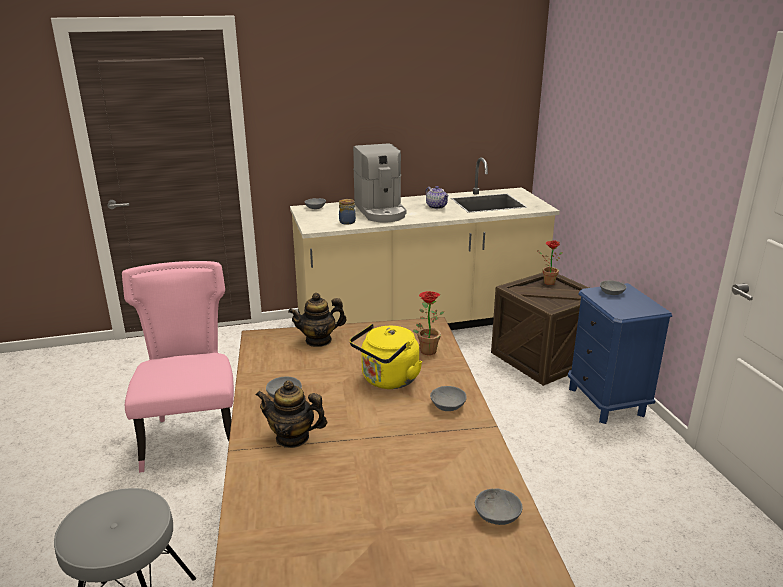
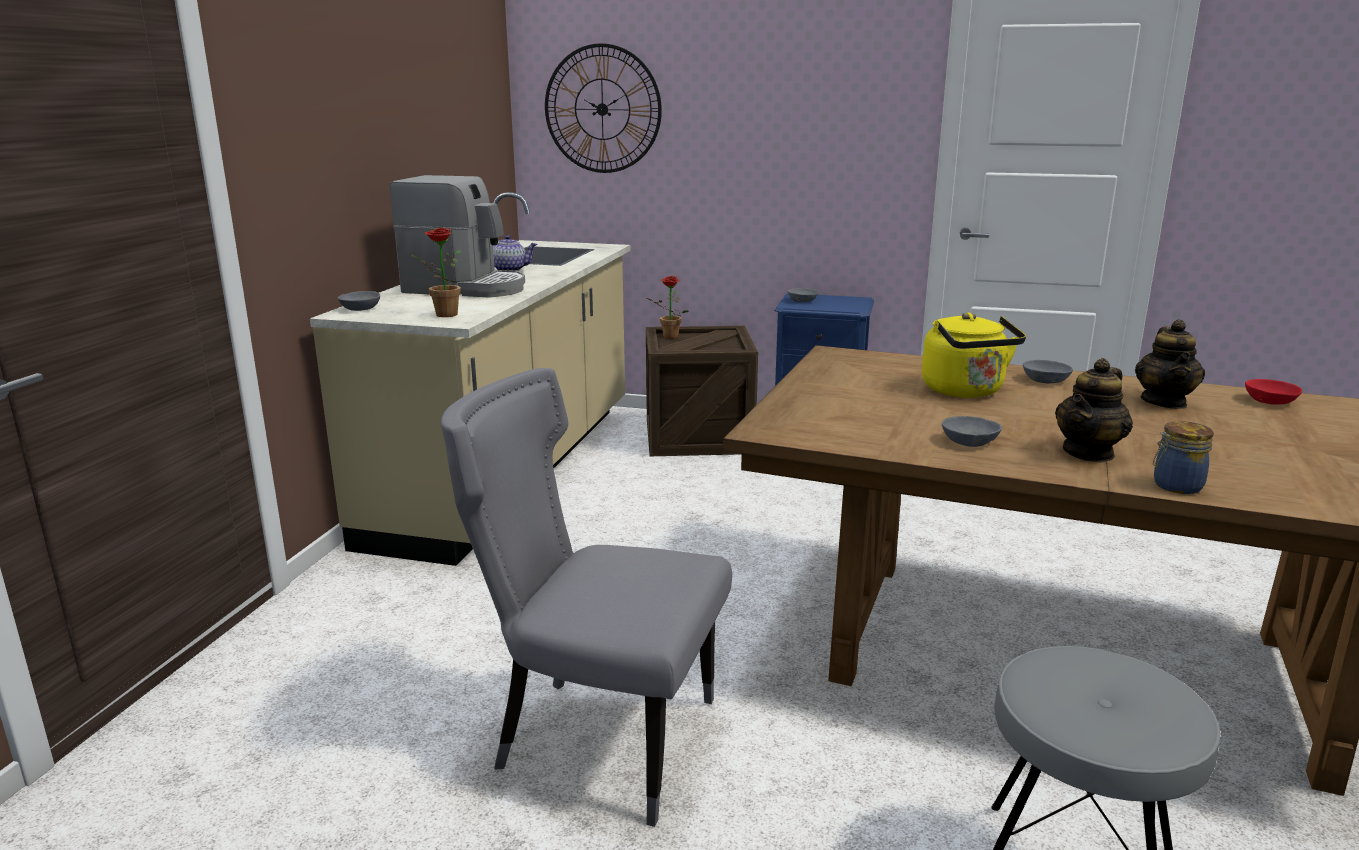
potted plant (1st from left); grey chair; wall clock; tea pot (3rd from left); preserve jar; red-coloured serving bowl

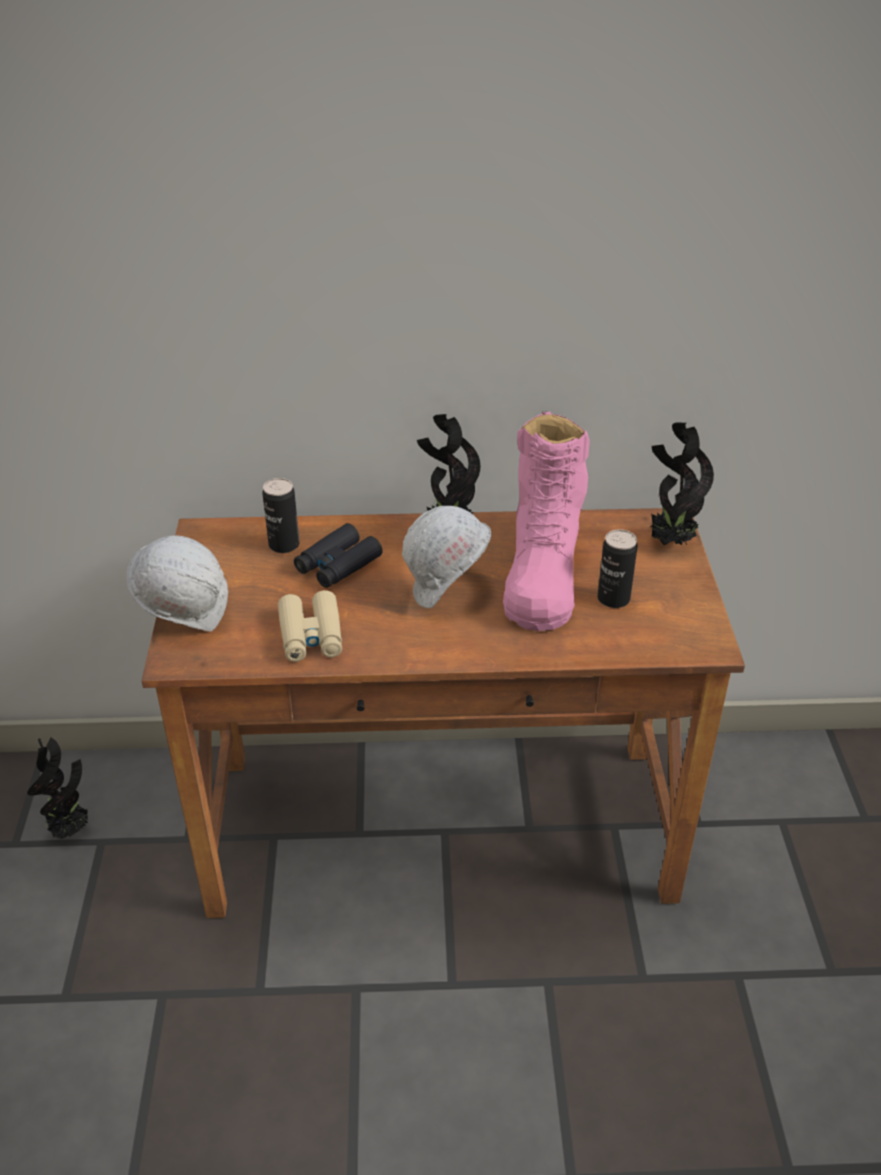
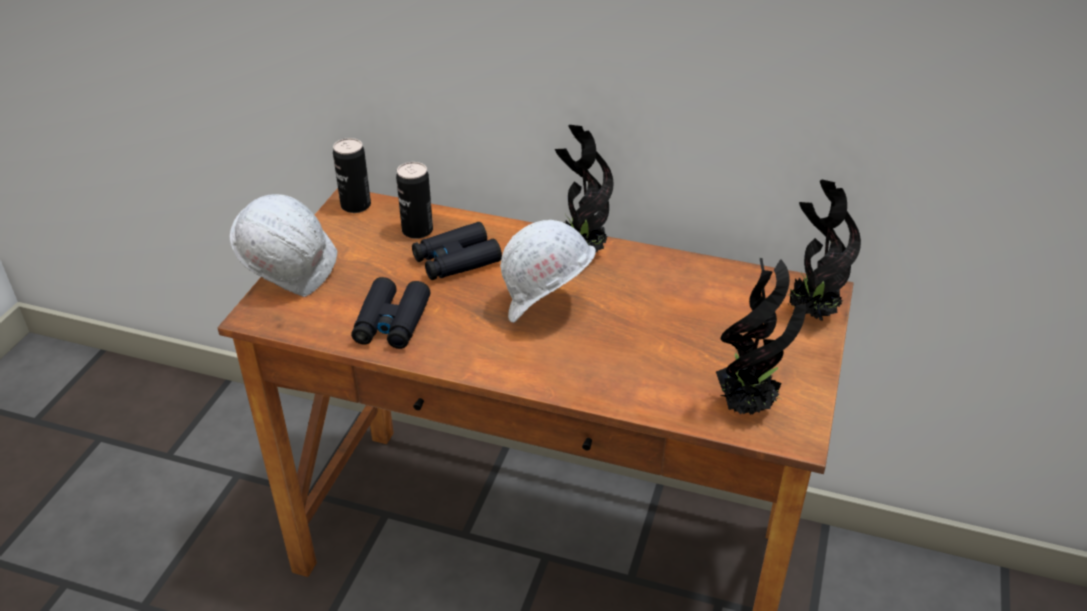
sealed can (1st from left); blackish field glasses (1st from left); potted plant (2nd from left); pink high-top boot

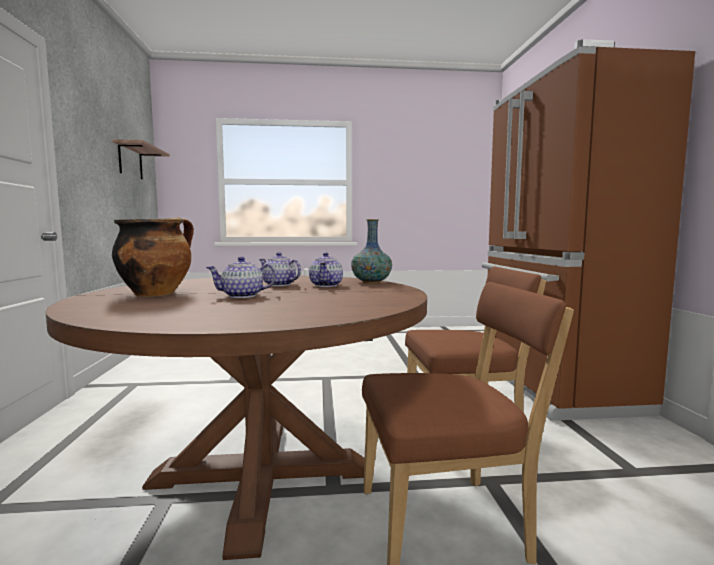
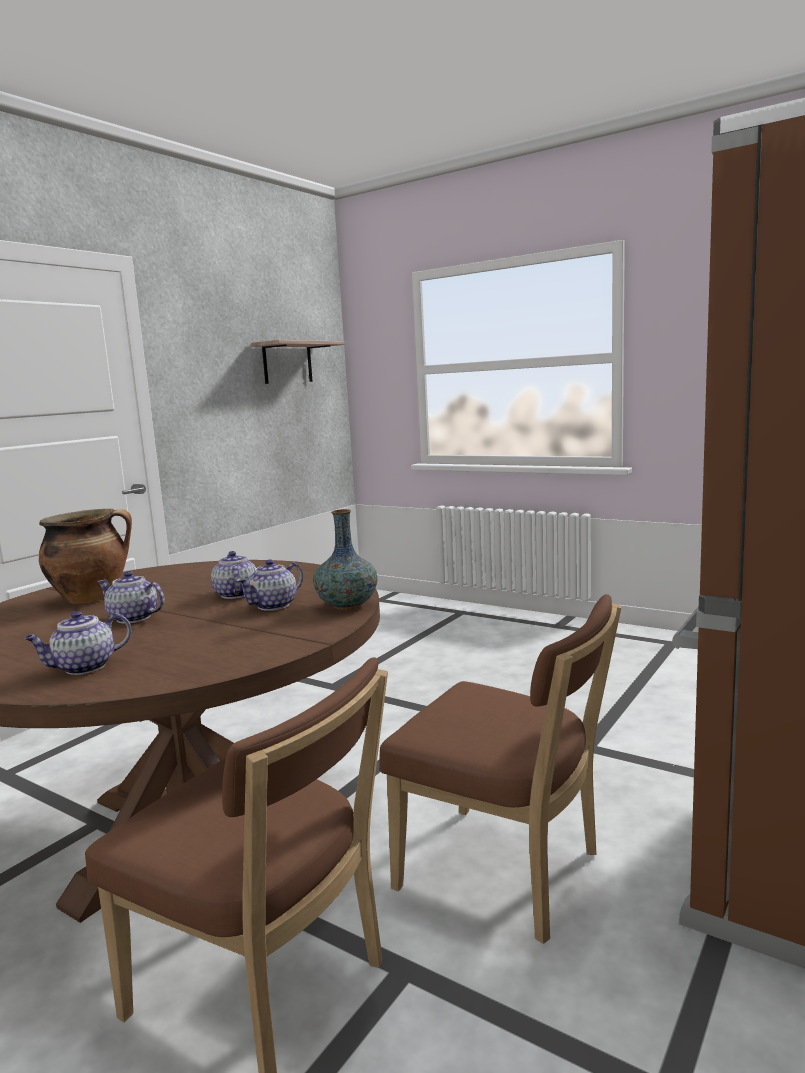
tea pot (1st from left)

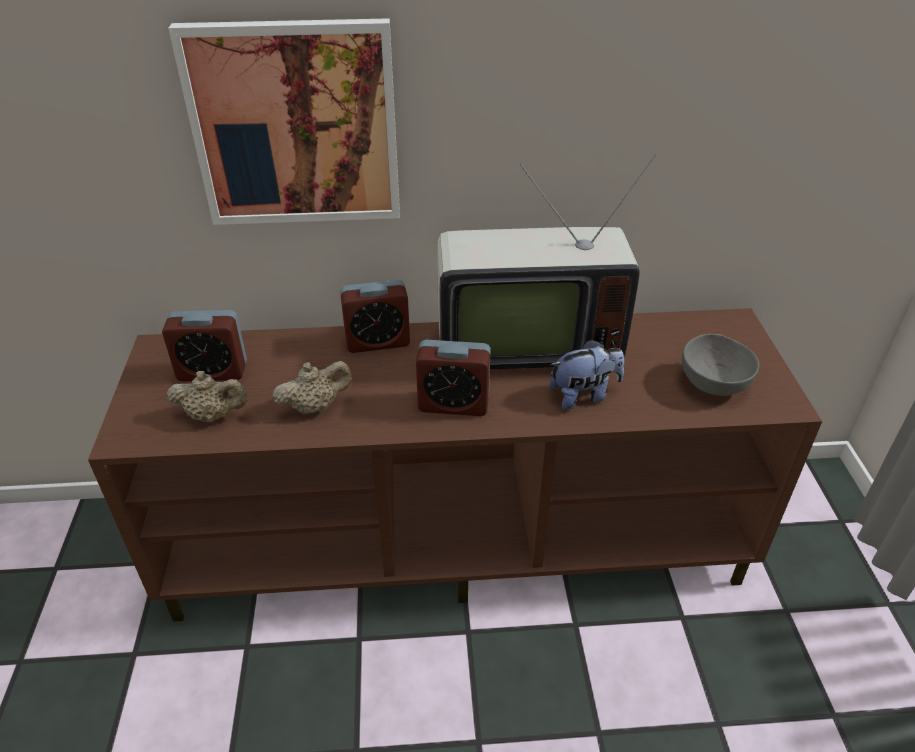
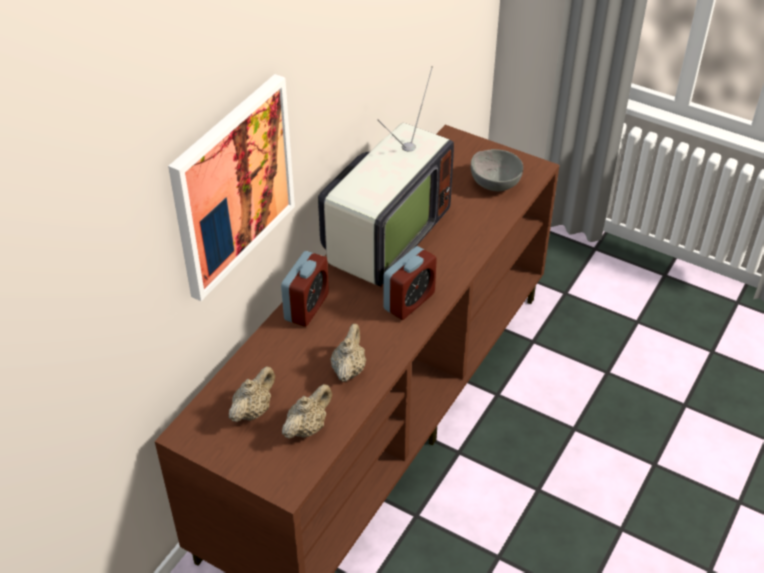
beige tea pot (1st from left); cuddly toy

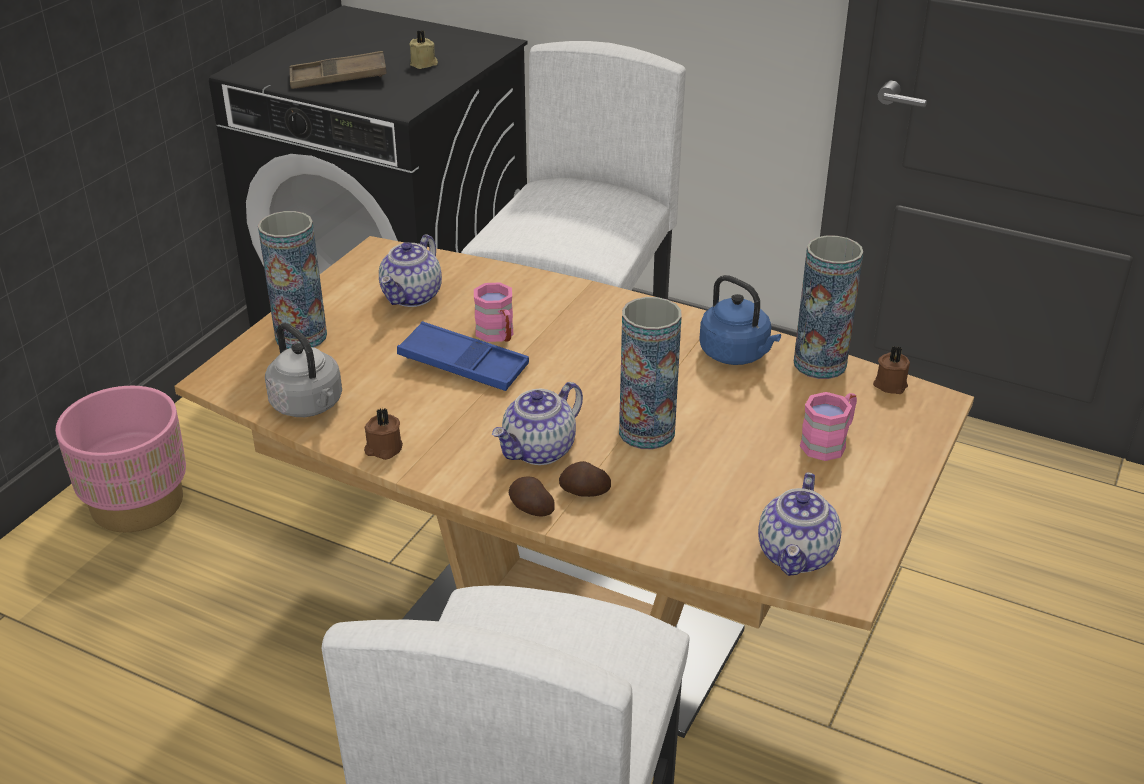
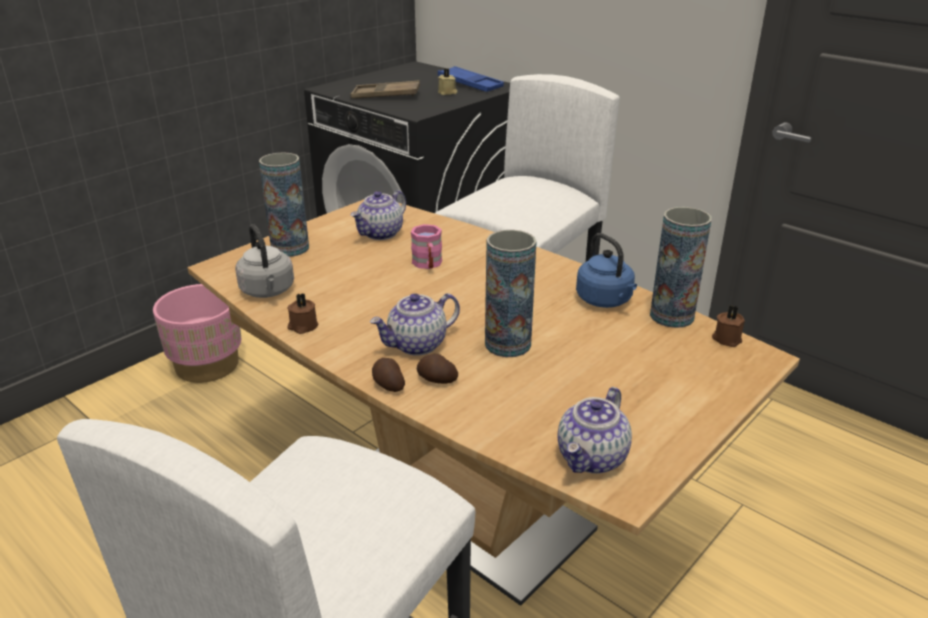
bluish tray; pink mug (2nd from left in the first image)

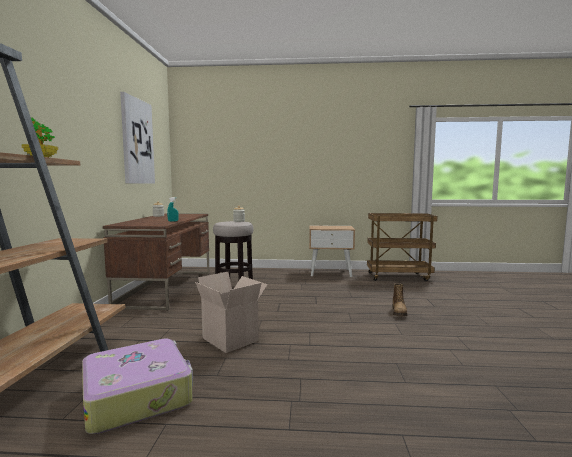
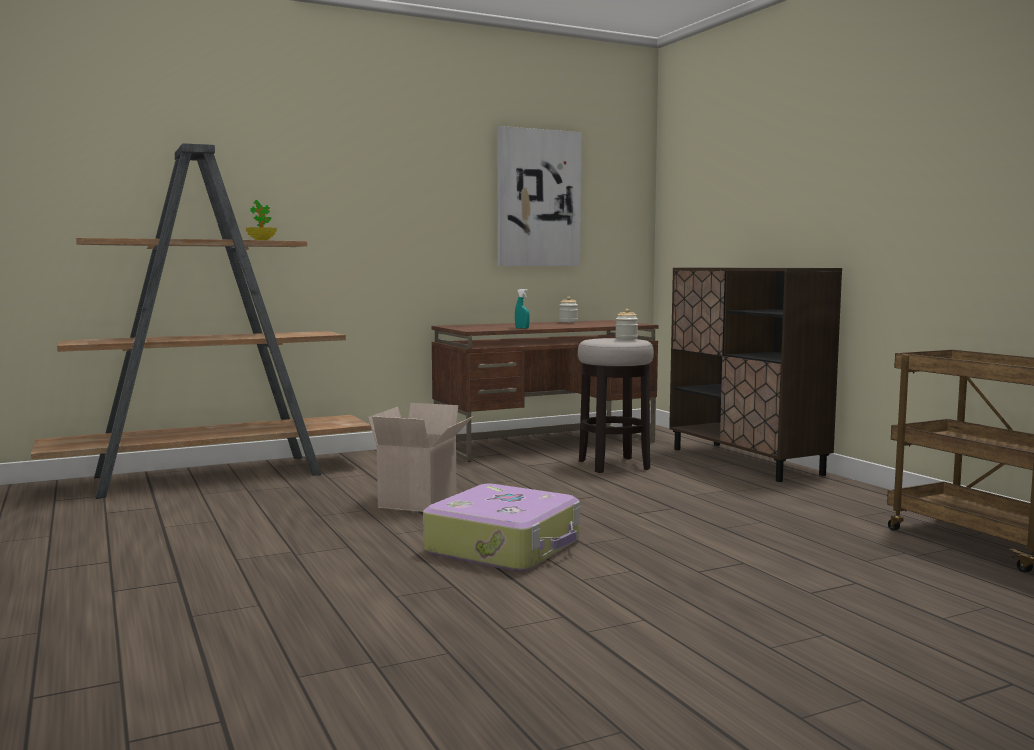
piece of luggage; brown-coloured storage cabinet; beige night table; high-top boot

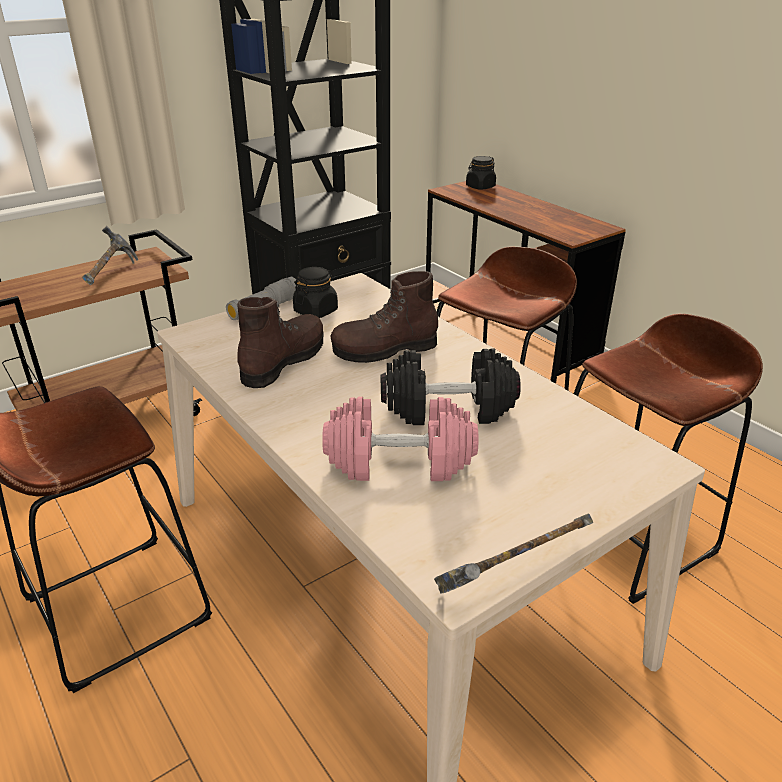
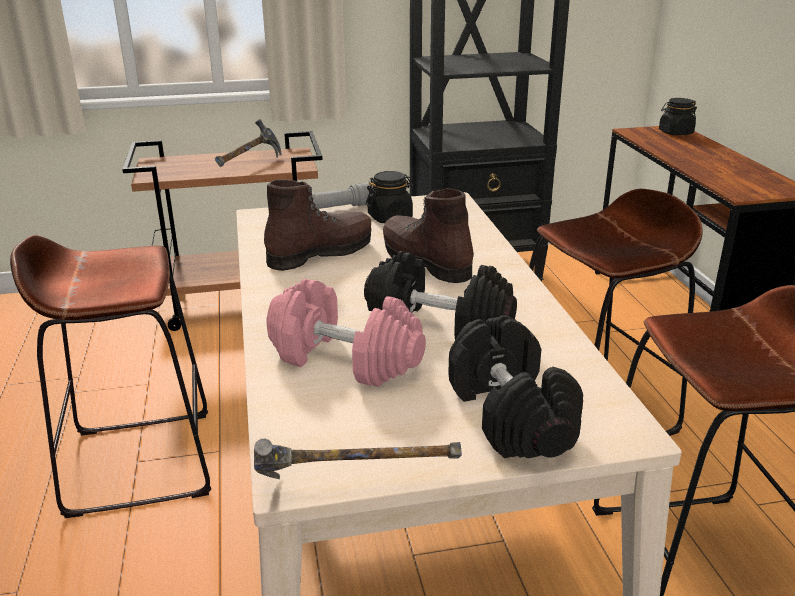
brown-coloured high-top boot (2nd from left); blackish dumbbell (2nd from left)

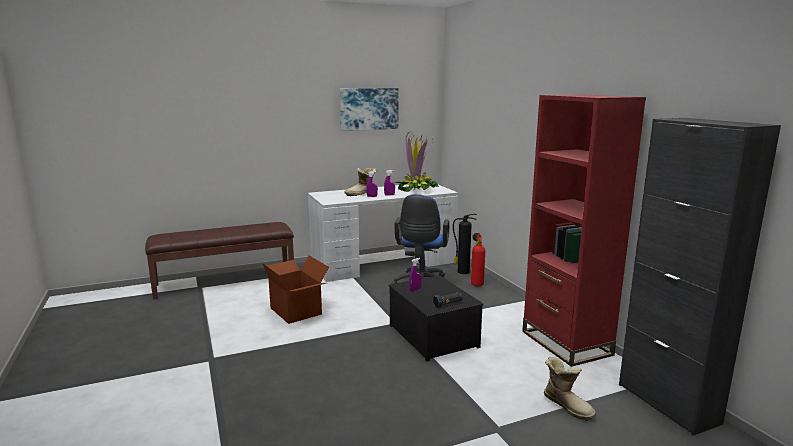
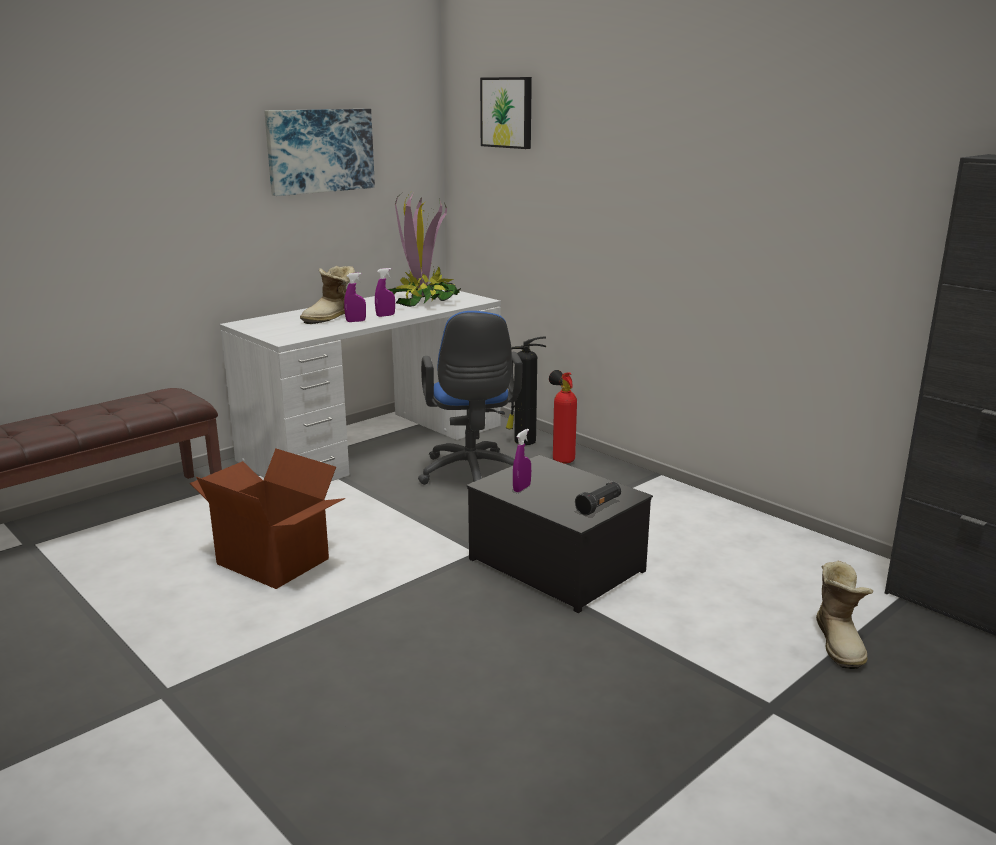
wall art (2nd from left); high-top boot (2nd from left); red-coloured bookcase

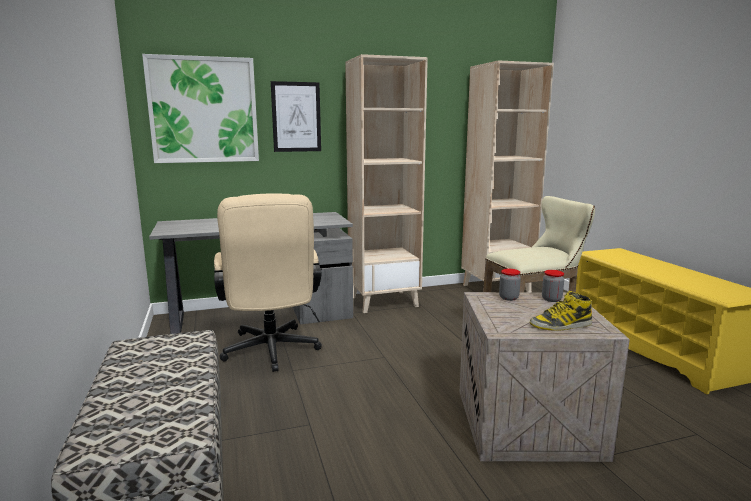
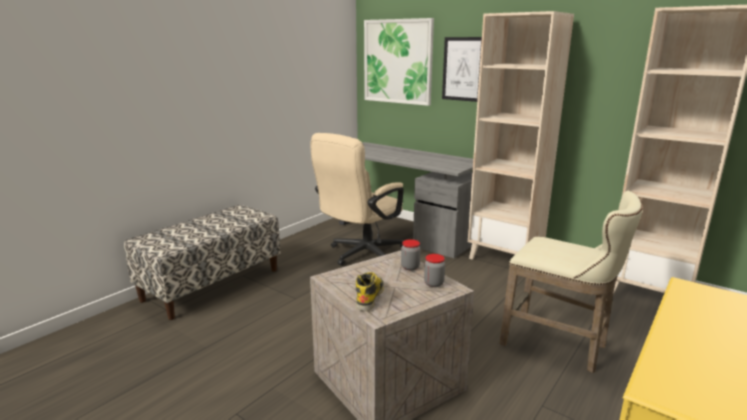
high-top boot

